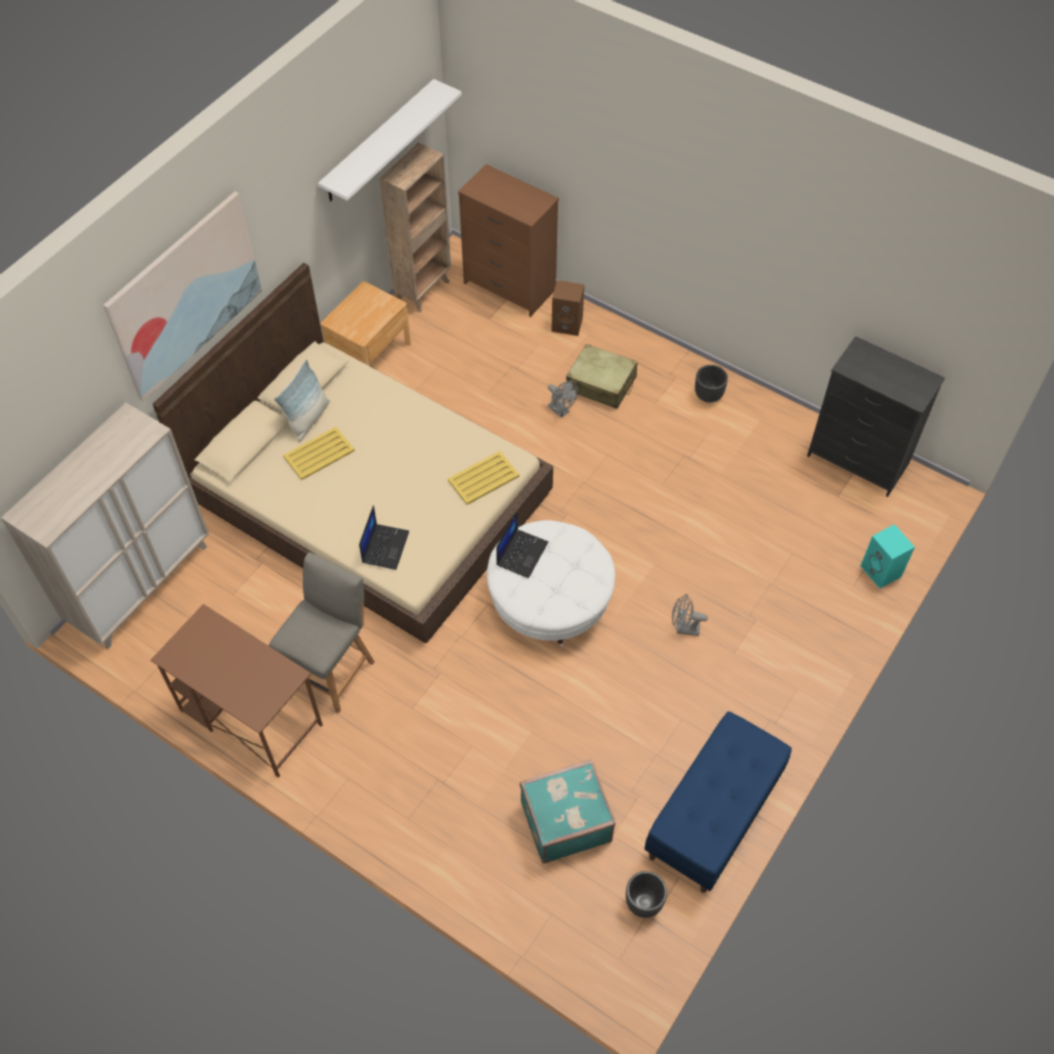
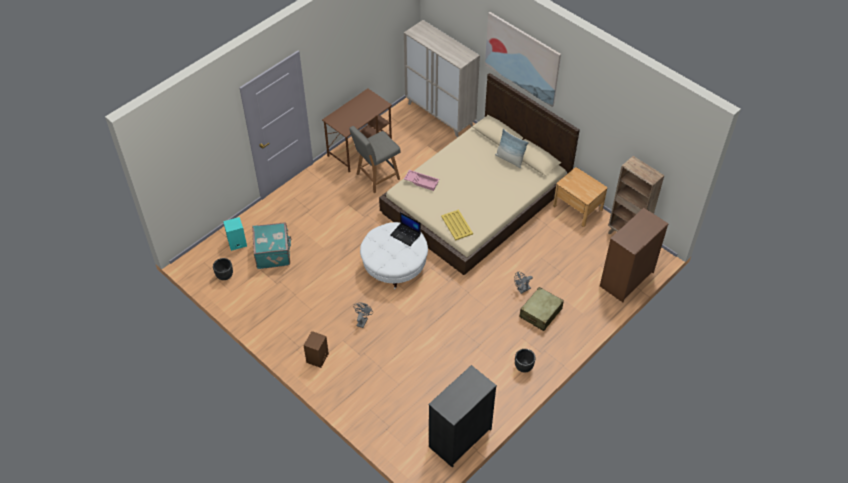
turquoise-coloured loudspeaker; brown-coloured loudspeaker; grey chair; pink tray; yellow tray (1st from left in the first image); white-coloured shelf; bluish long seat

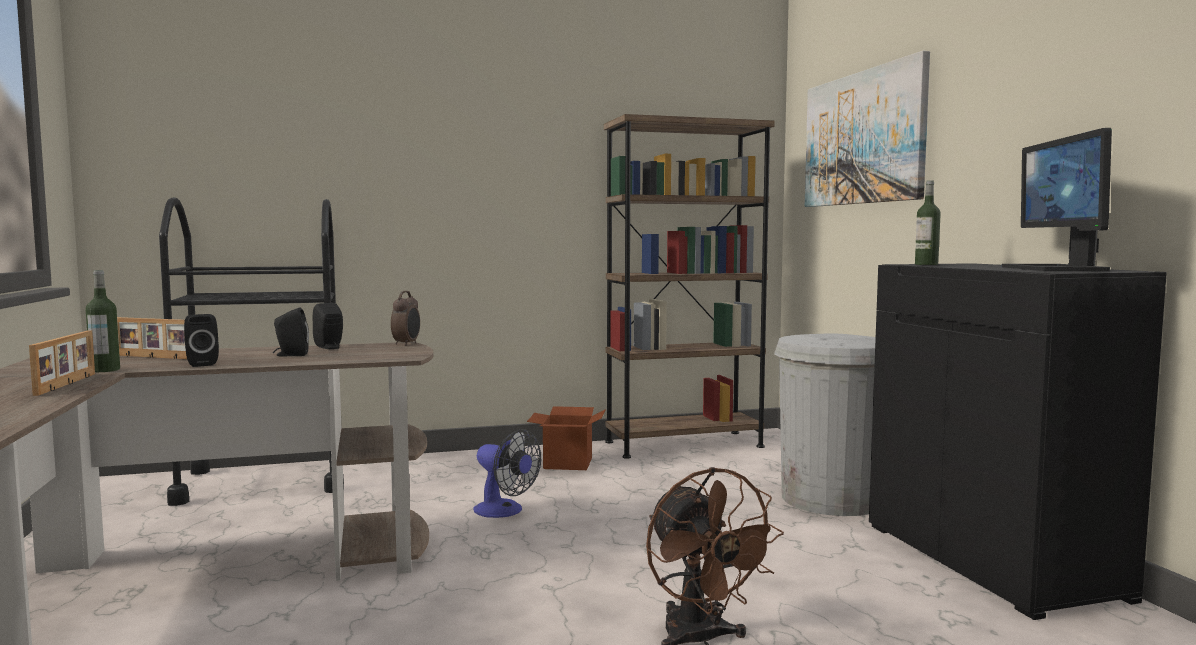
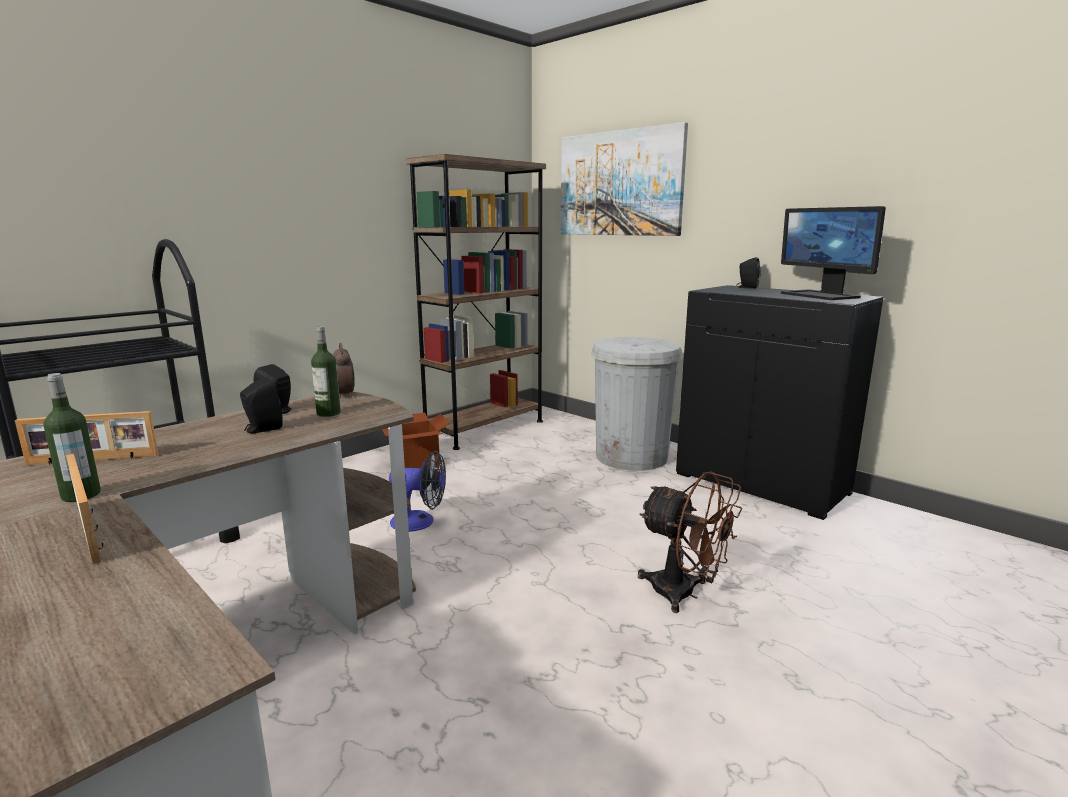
bottle (2nd from left); blackish loudspeaker (3rd from left)

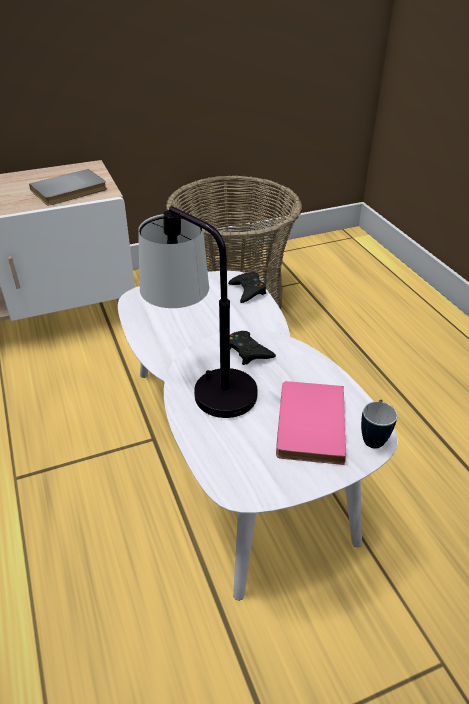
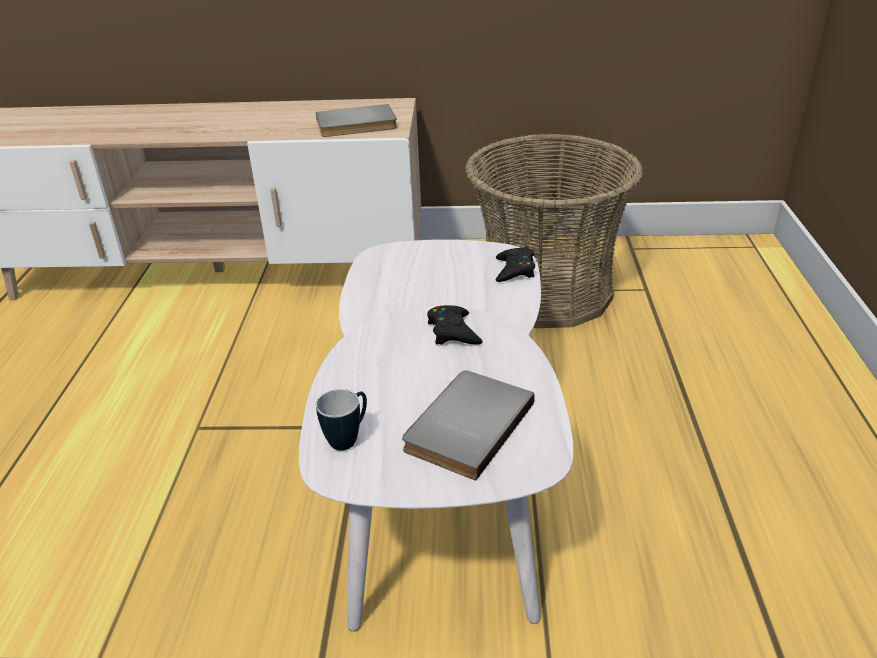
mug; grey volume (2nd from left); table lamp

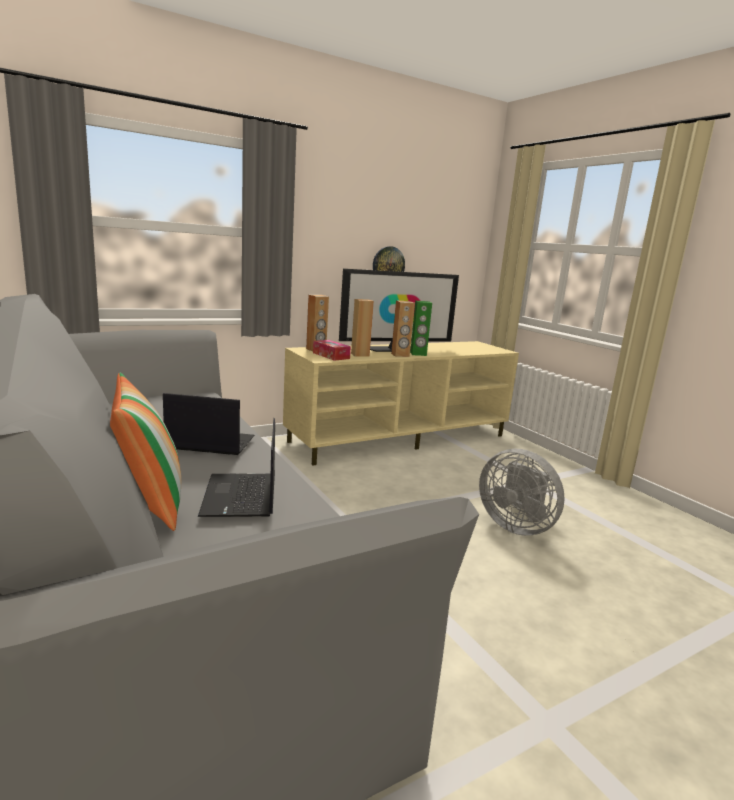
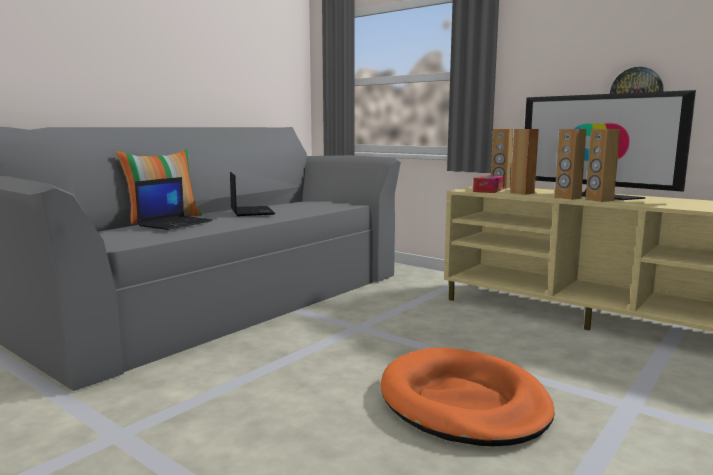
portable computer (1st from left); orangey pet bed; brown-coloured loudspeaker (4th from left)

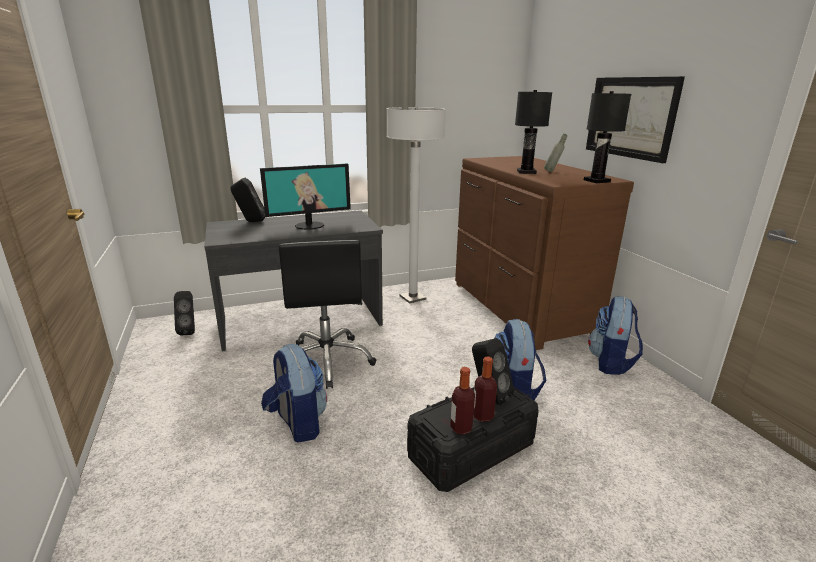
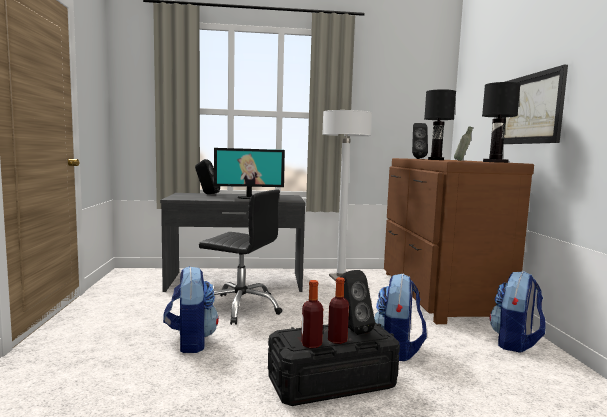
blackish desk chair; blackish loudspeaker (3rd from left)

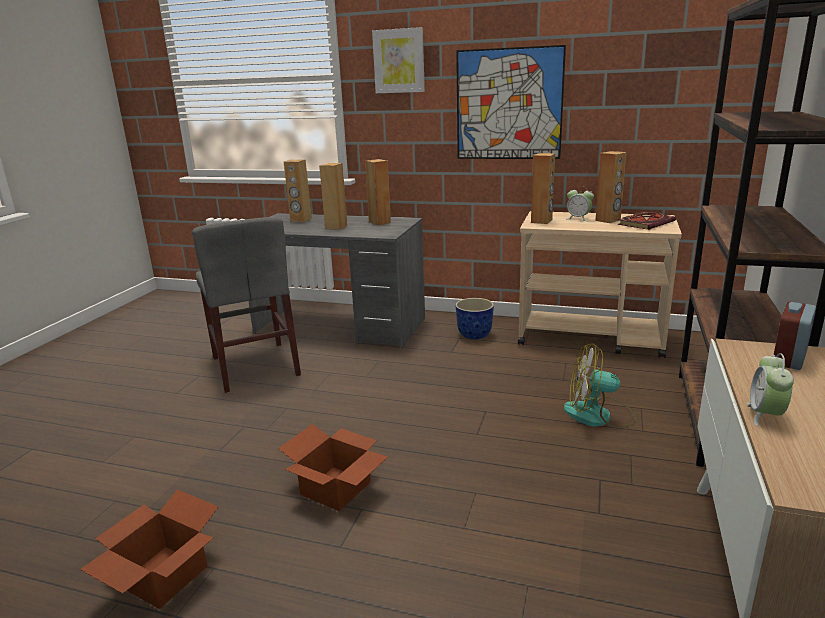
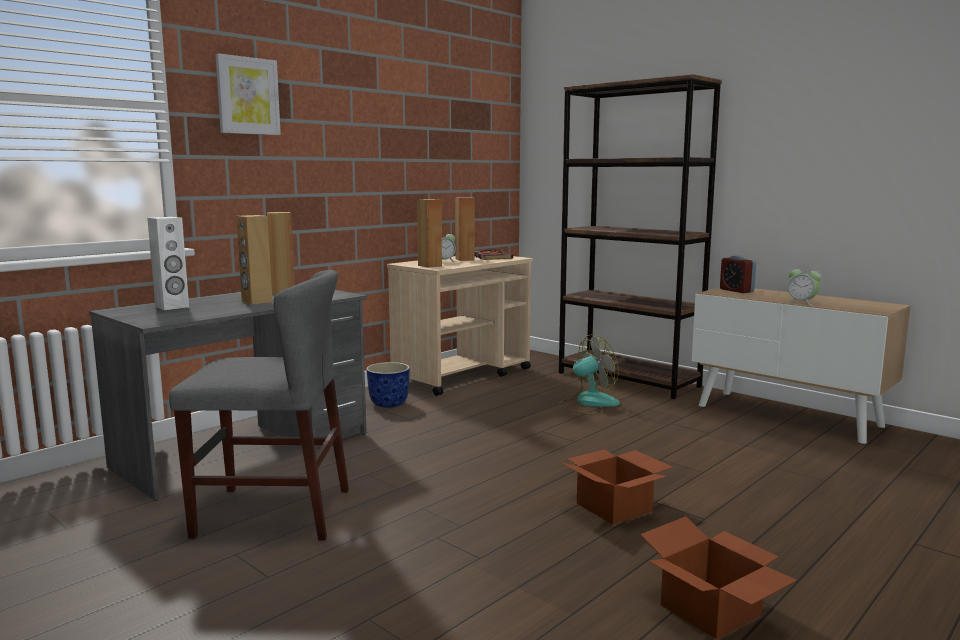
white-coloured loudspeaker; fan; wall art (2nd from left in the first image)

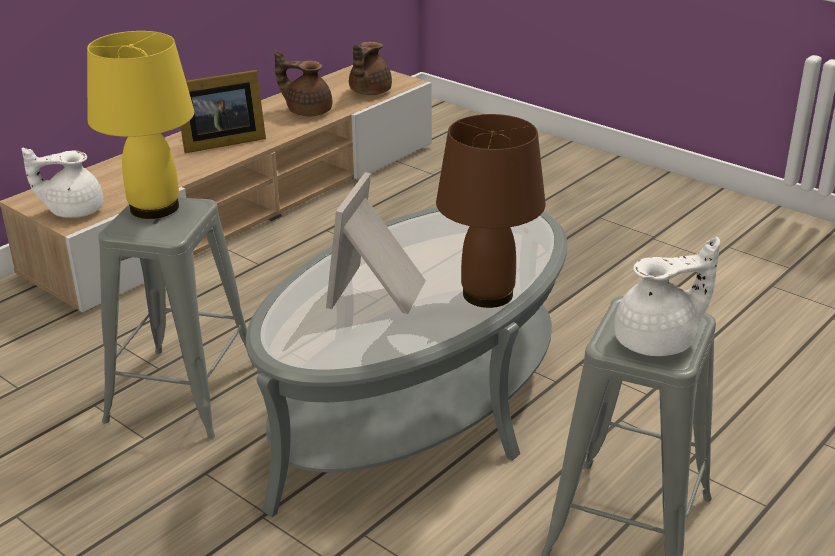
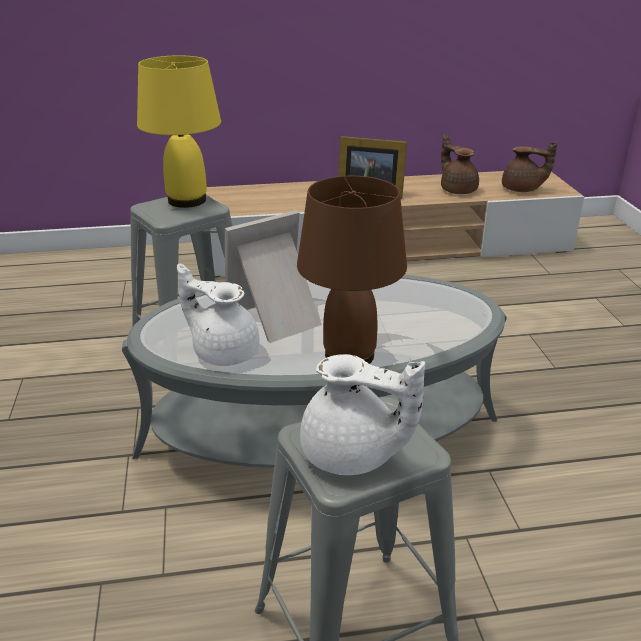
white-coloured tea pot (1st from left); brown-coloured tea pot (2nd from left)

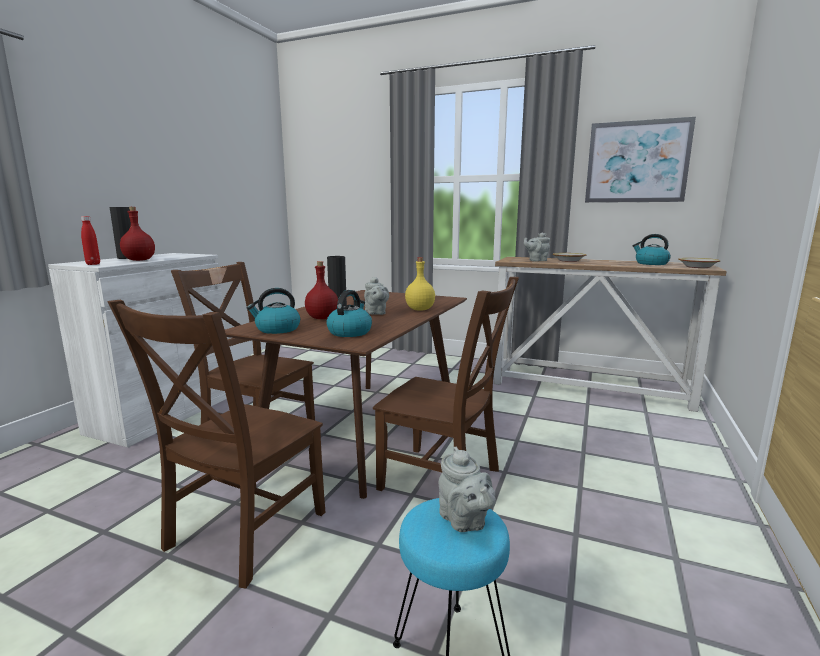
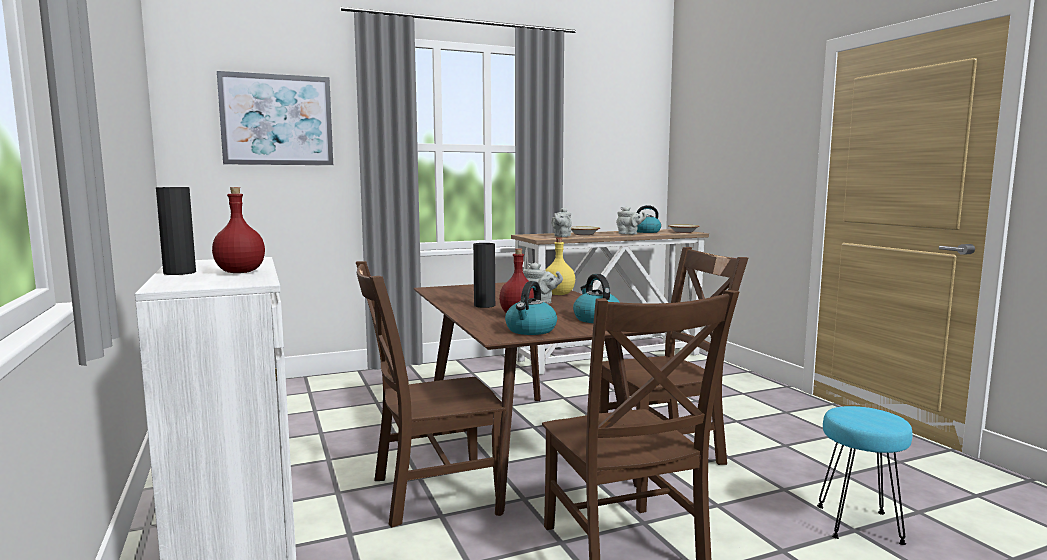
wall art; grey tea pot (3rd from left); red-coloured bottle (1st from left in the first image)

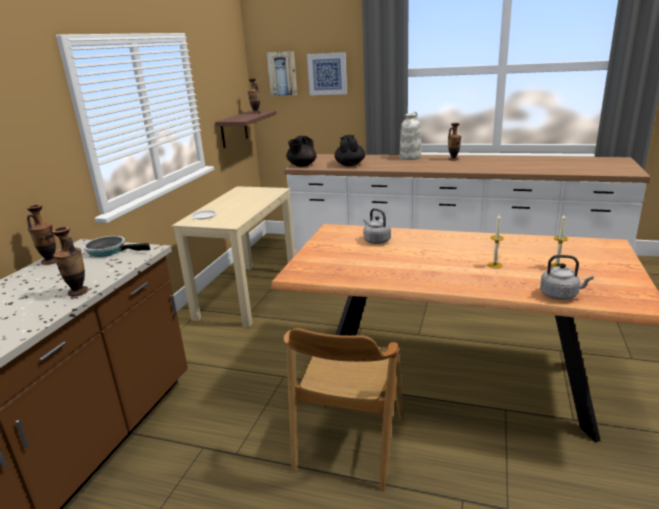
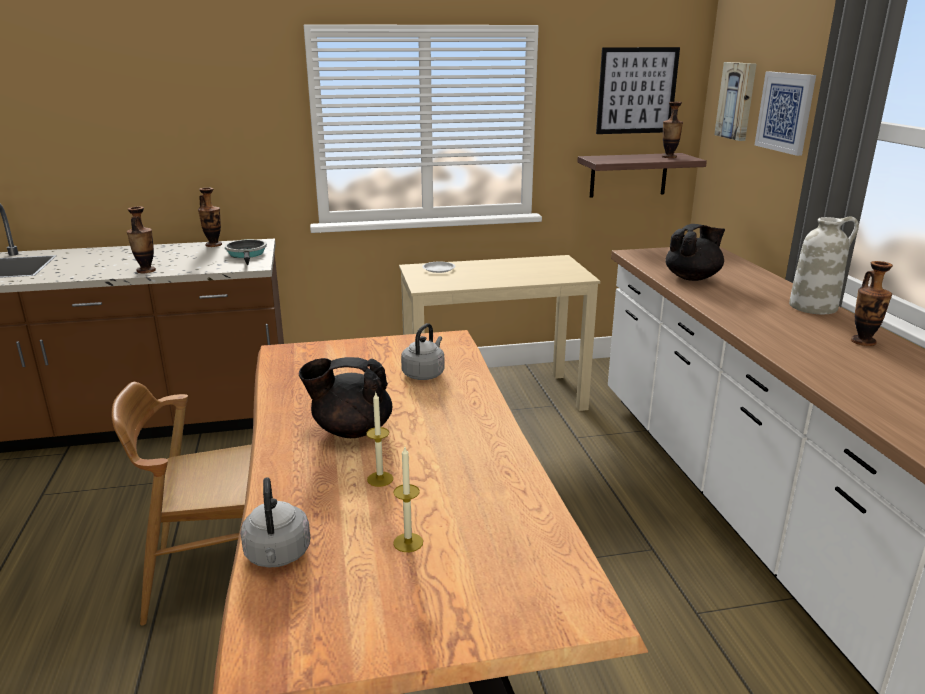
blackish tea pot (1st from left); wall art (1st from left)

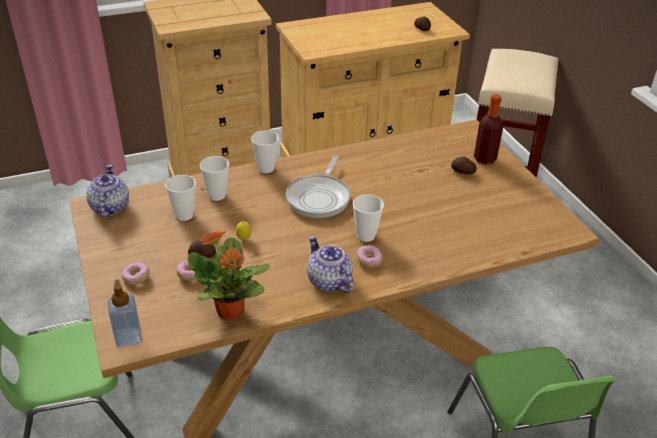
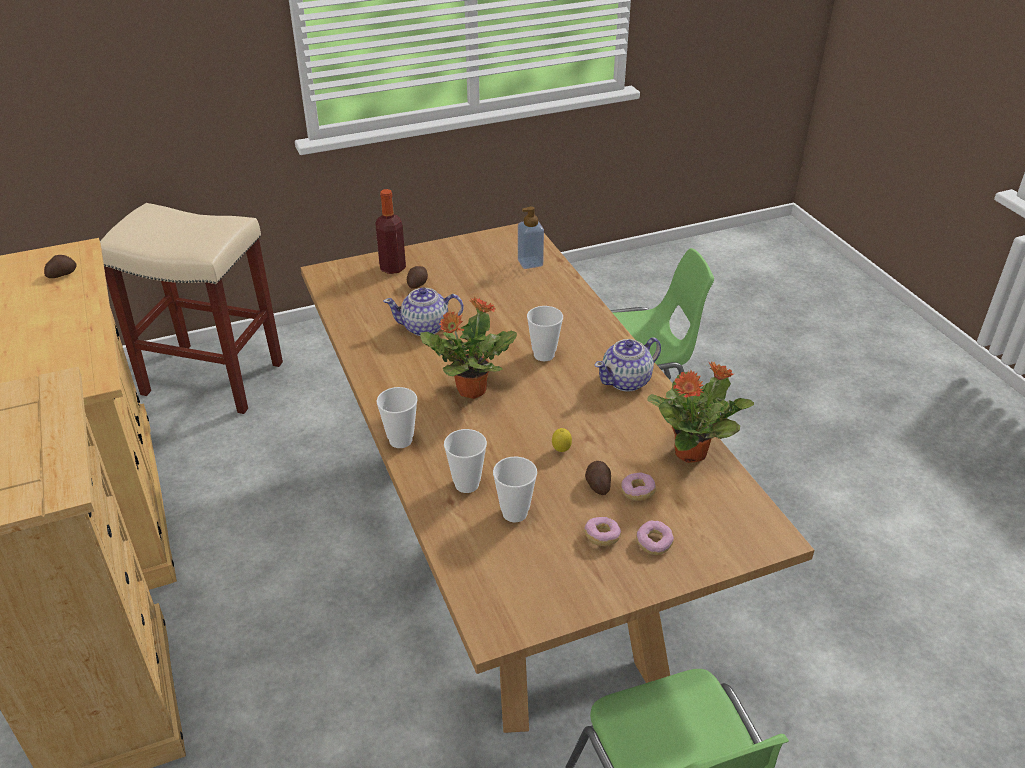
tea pot (1st from left); potted plant (1st from left); liquid soap bottle; doughnut (1st from left)

